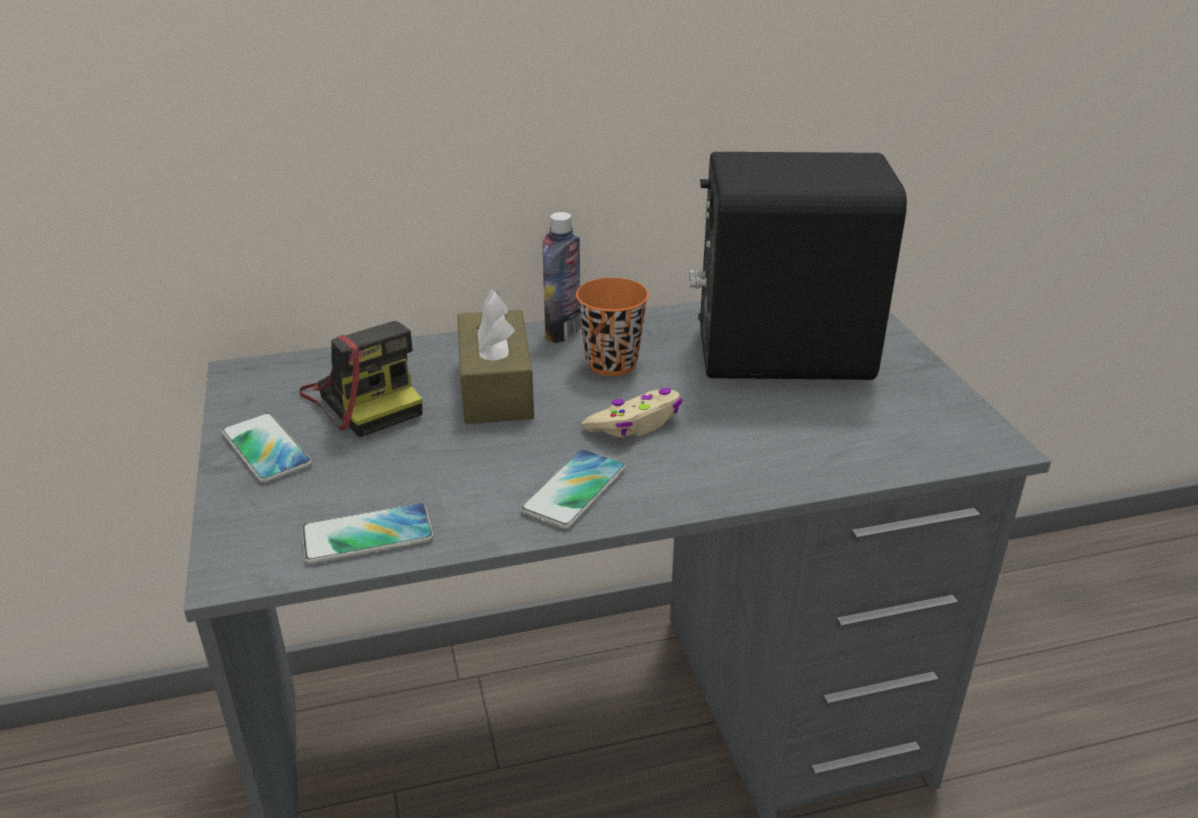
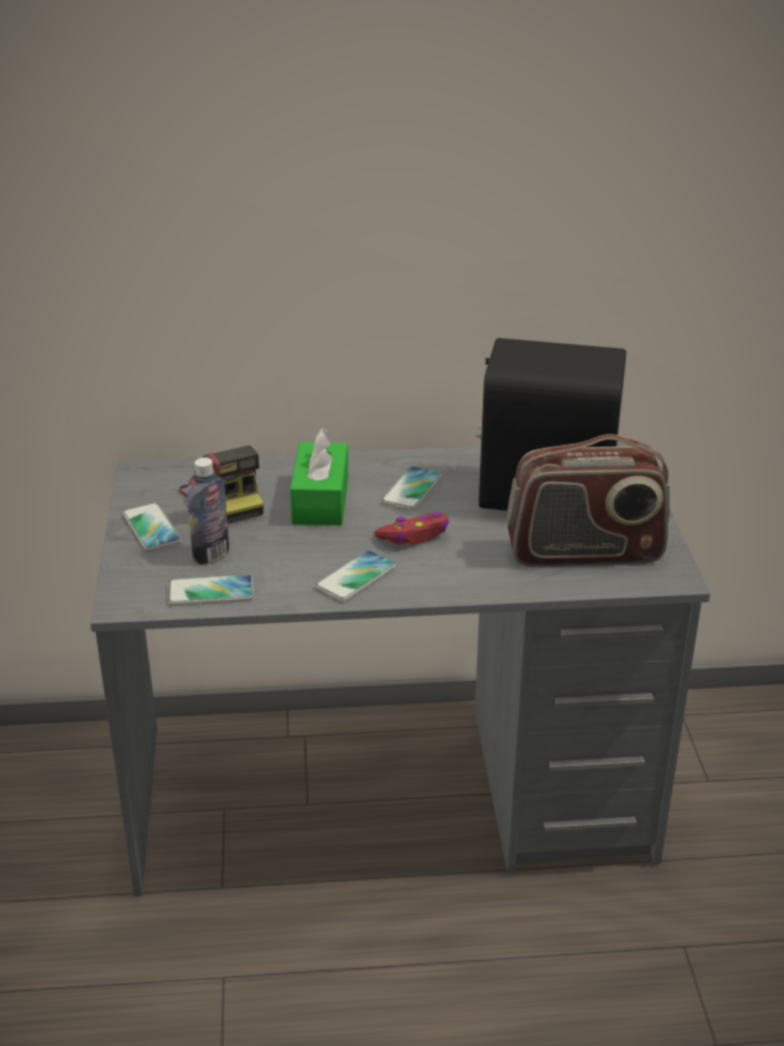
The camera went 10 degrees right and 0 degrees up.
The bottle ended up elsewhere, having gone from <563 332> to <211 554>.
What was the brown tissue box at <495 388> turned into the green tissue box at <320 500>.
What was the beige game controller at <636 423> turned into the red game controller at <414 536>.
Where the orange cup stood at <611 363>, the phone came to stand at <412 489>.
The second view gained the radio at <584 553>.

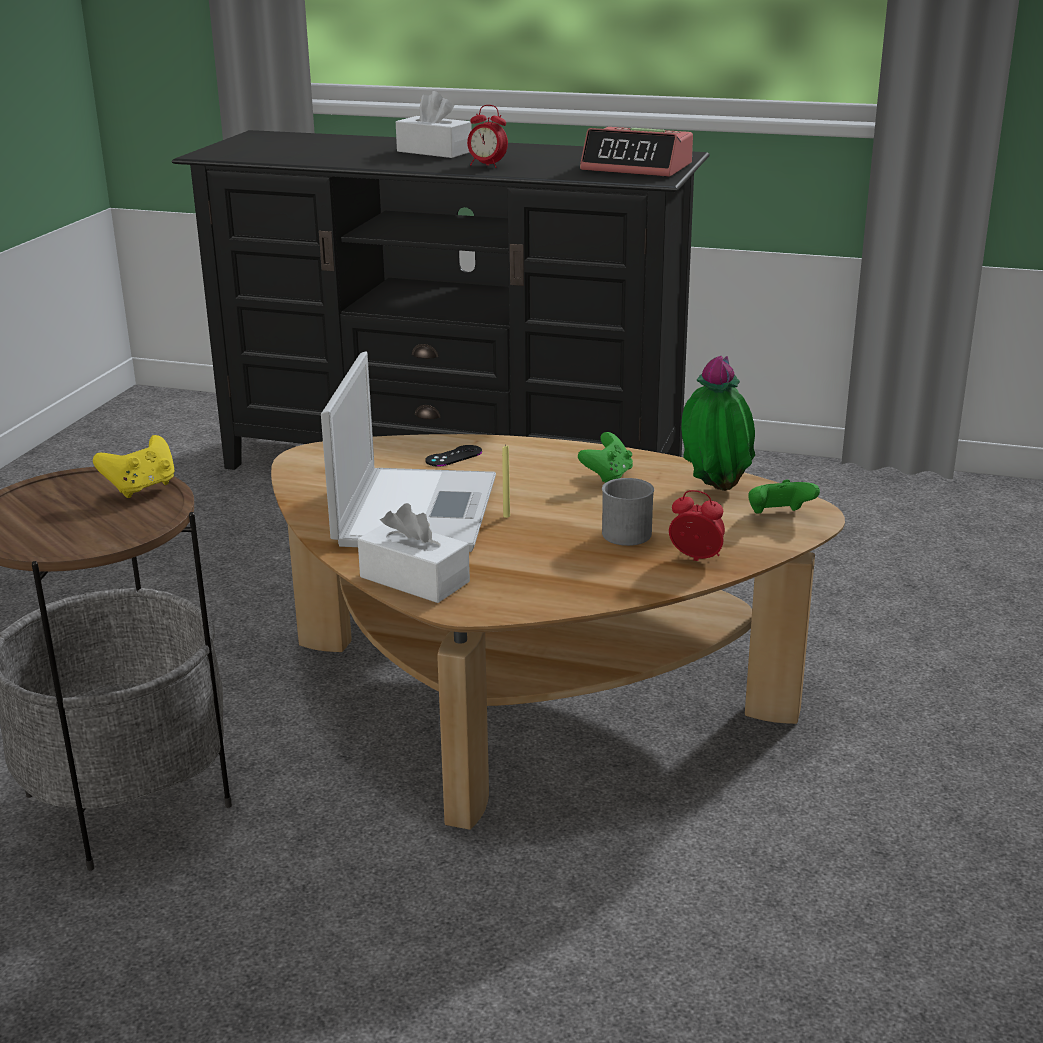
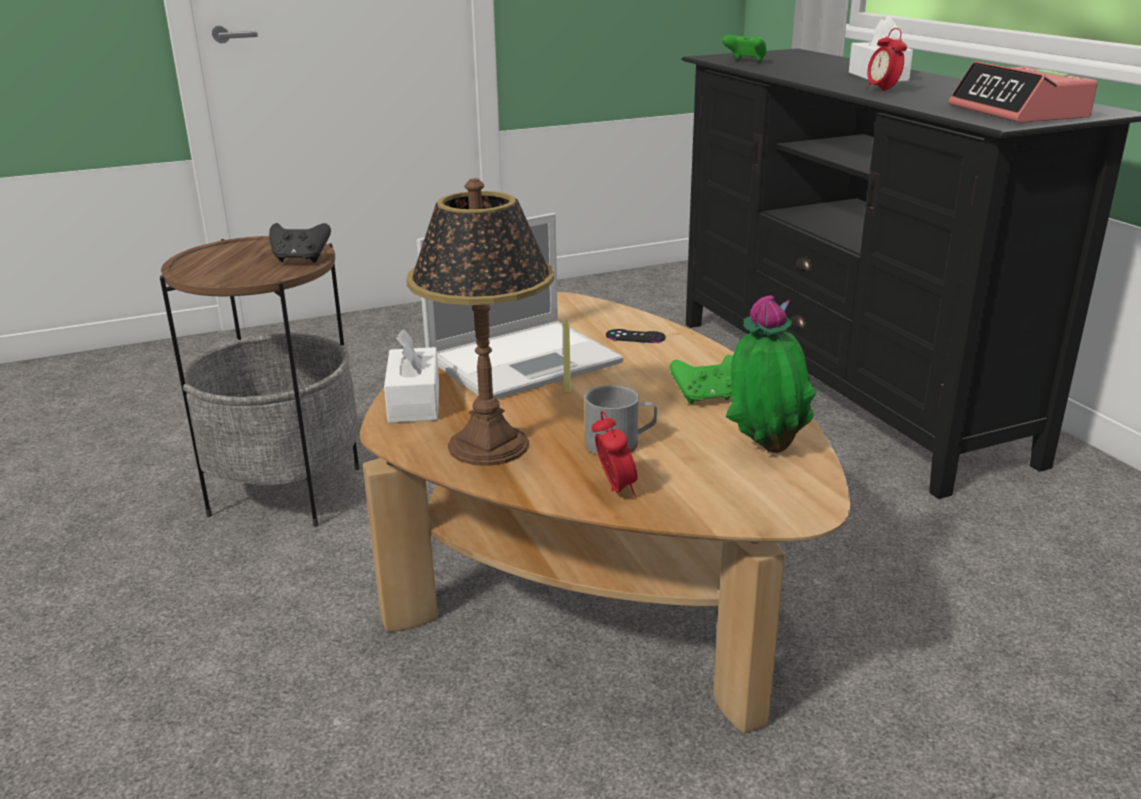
The camera went 50 degrees right and 0 degrees up.
What was the yellow game controller at <141 488> turned into the black game controller at <300 259>.
The second view gained the table lamp at <489 445>.
The green game controller ended up elsewhere, having gone from <778 516> to <745 62>.

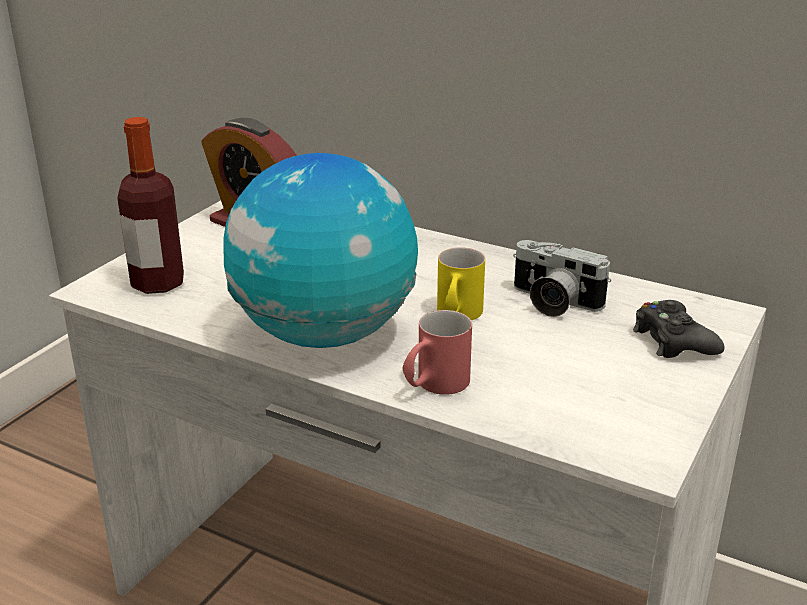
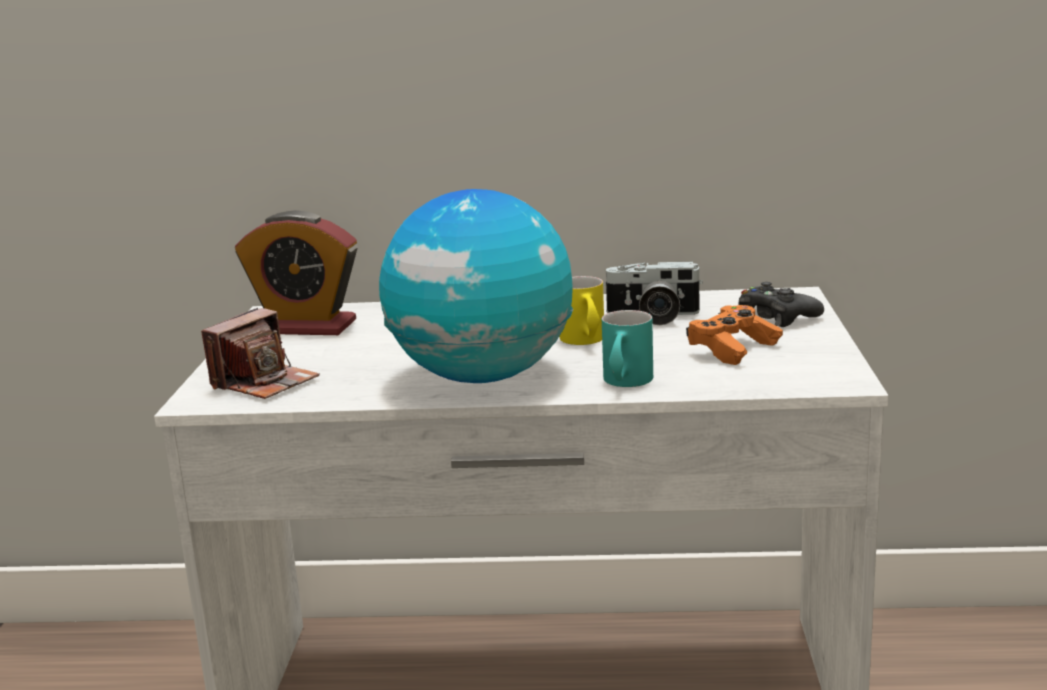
The camera went 25 degrees left and 10 degrees down.
Where the bottle stood at <158 283>, the photo camera came to stand at <264 382>.
What was the red mug at <434 386> turned into the turquoise mug at <625 383>.
The second view gained the orange game controller at <733 349>.

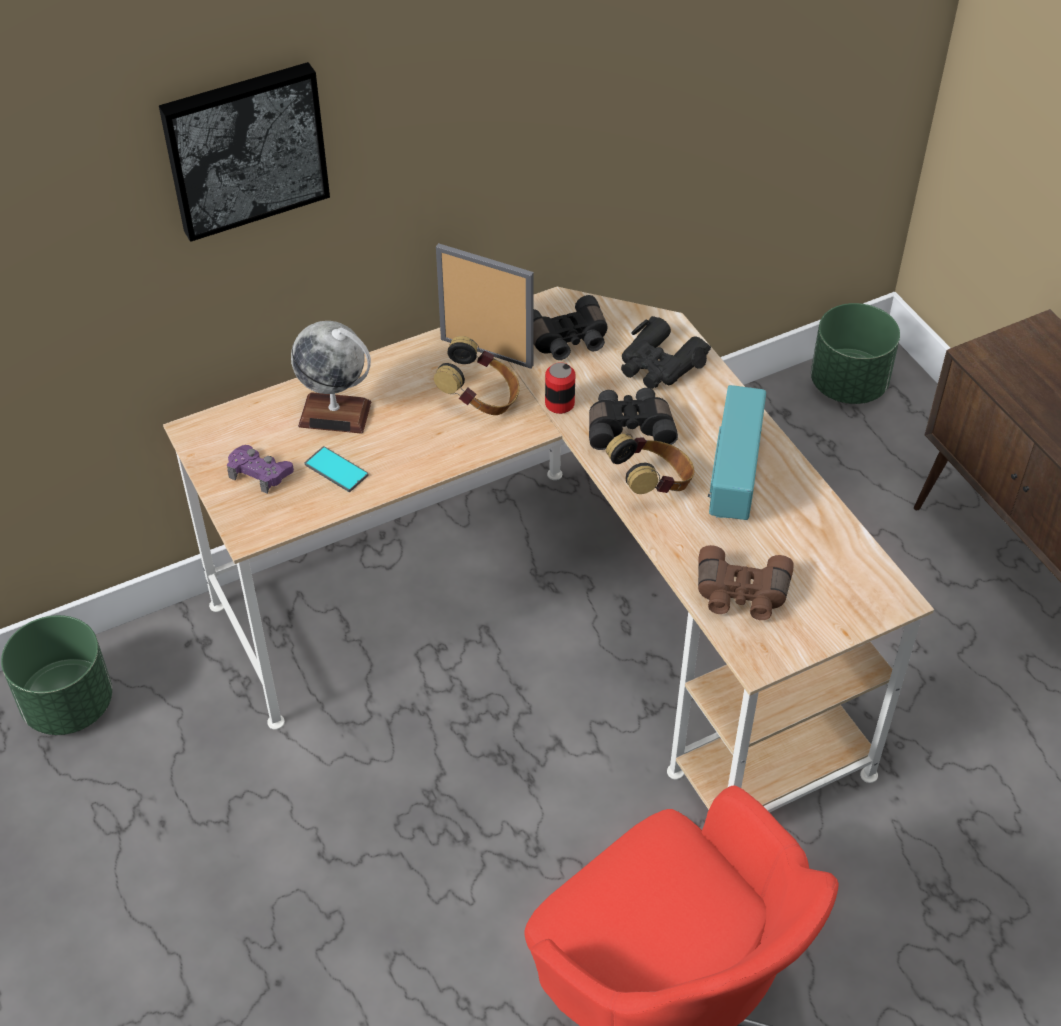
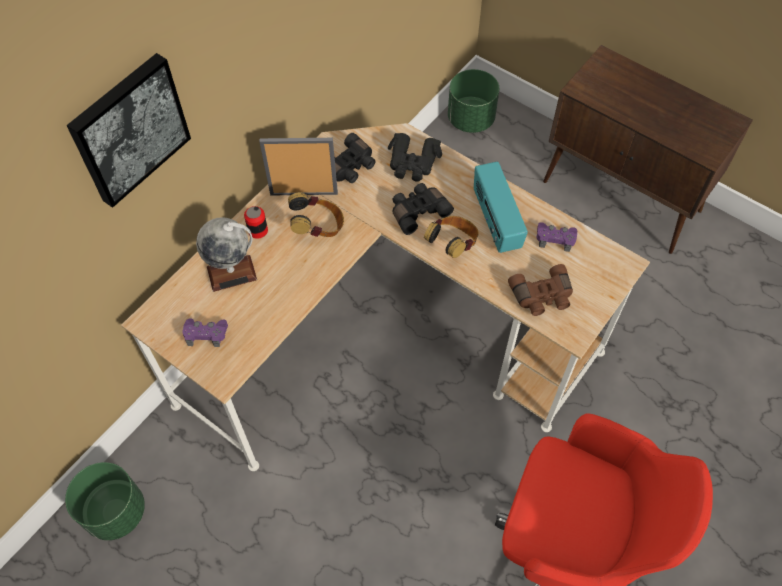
The camera went 25 degrees left and 10 degrees up.
The can ended up elsewhere, having gone from <559 403> to <258 231>.
The second view gained the purple game controller at <555 239>.
The second view lost the phone at <336 470>.

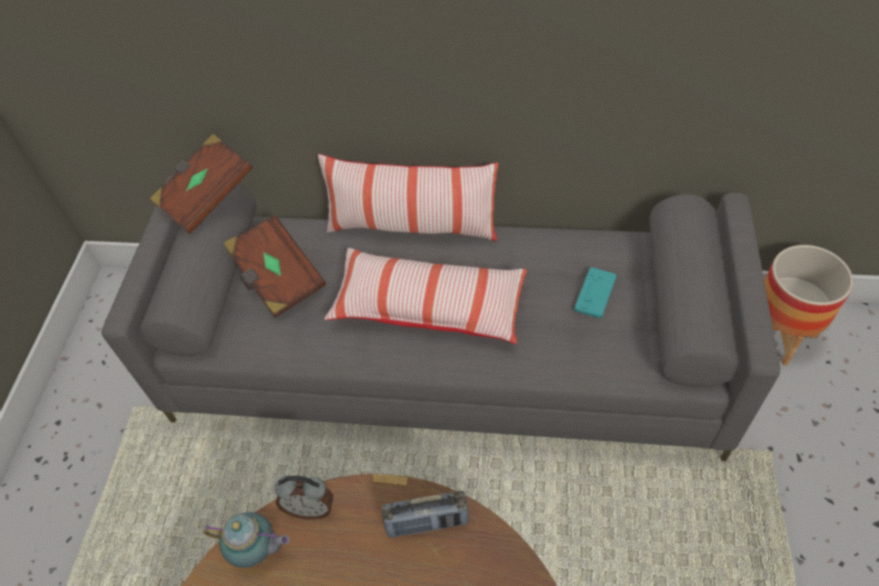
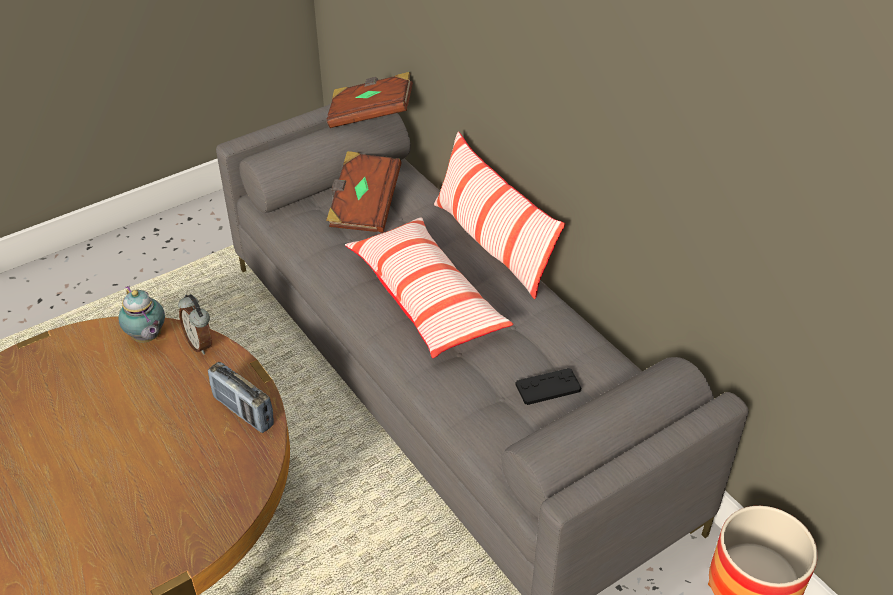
The camera went 45 degrees right and 10 degrees down.
What was the turquoise game controller at <595 293> turned into the black game controller at <548 387>.

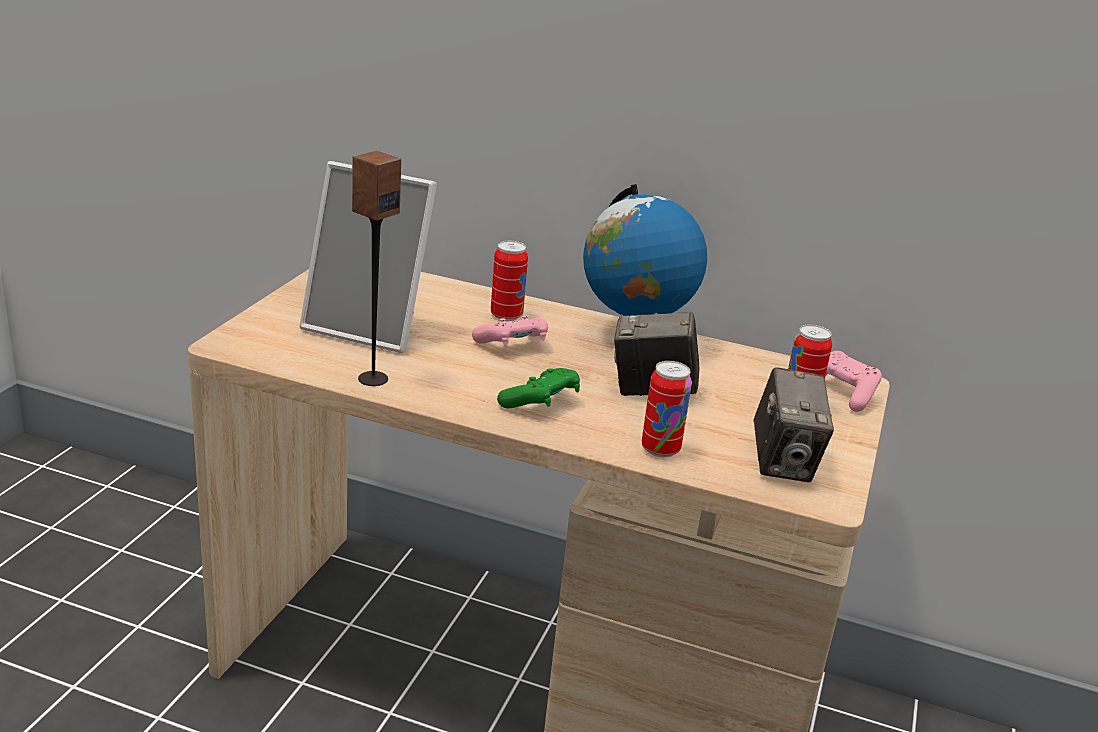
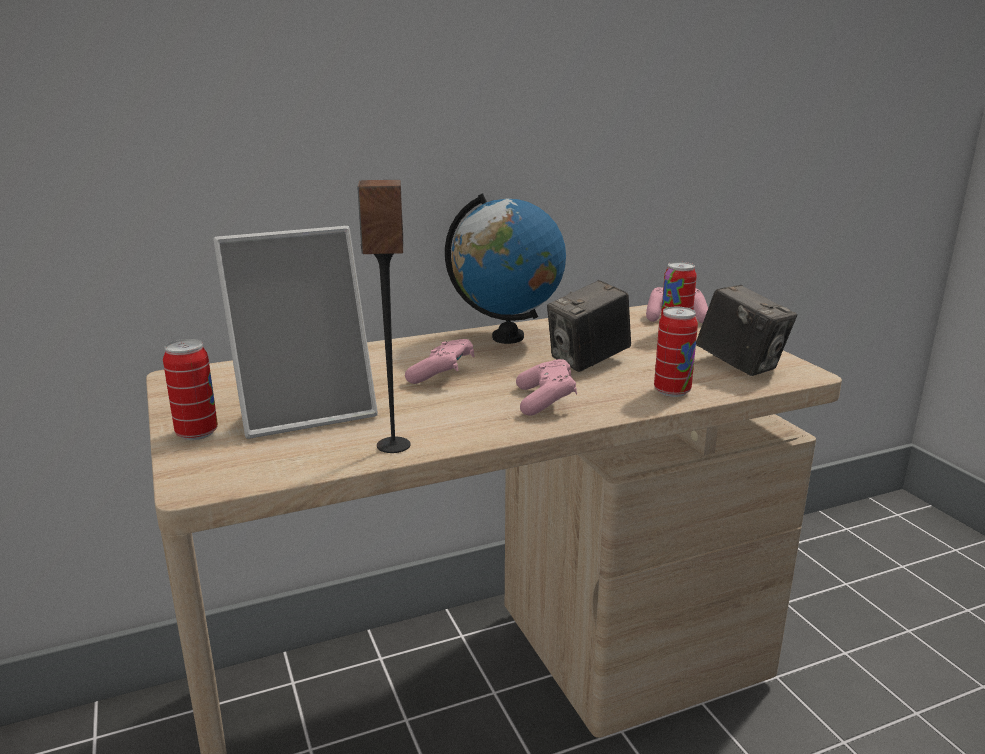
The camera went 40 degrees left and 5 degrees down.
The can ended up elsewhere, having gone from <506 315> to <197 433>.
What was the green game controller at <541 403> turned into the pink game controller at <545 401>.

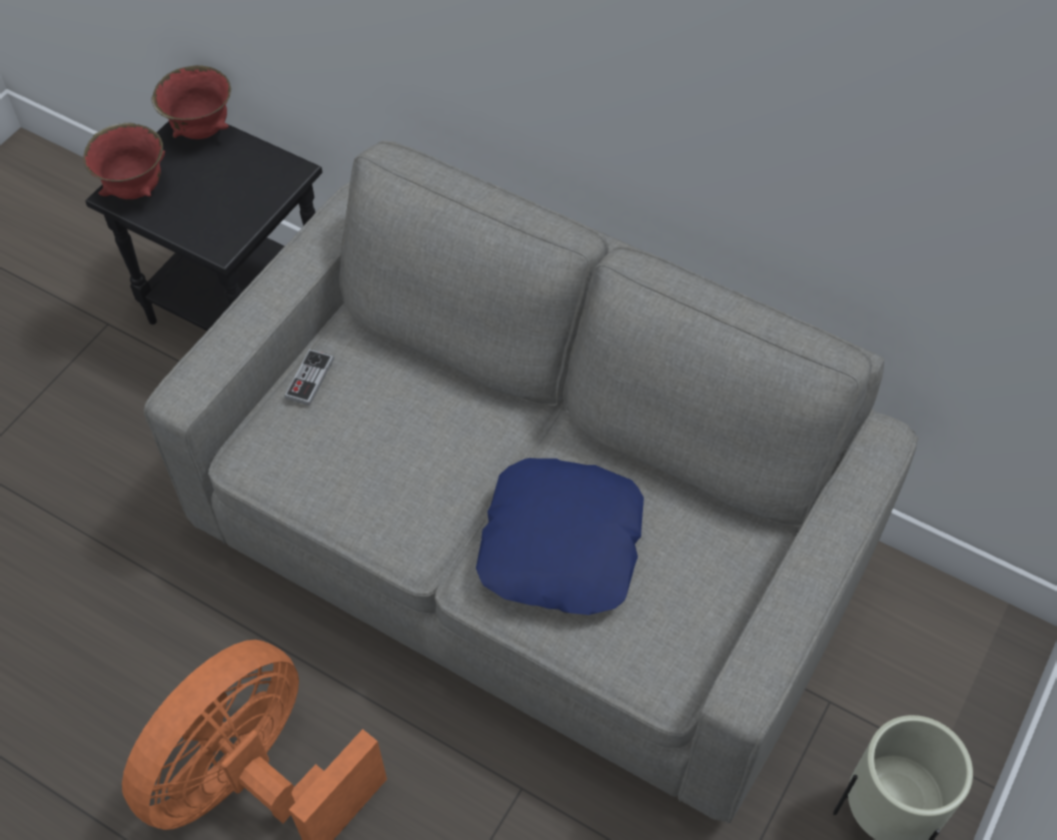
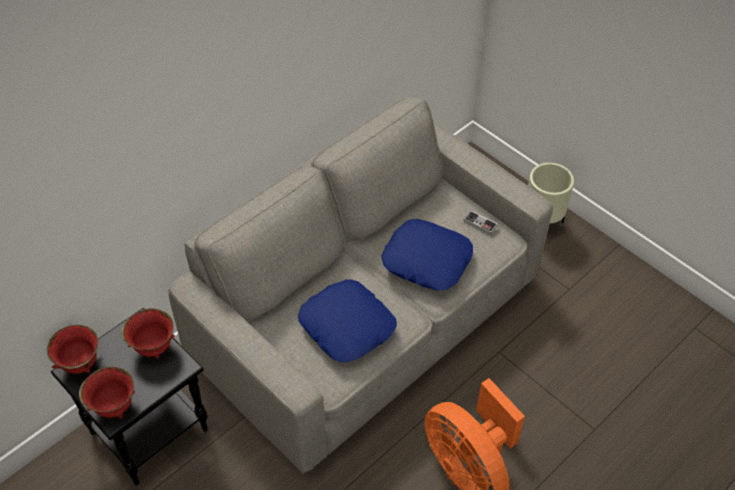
The camera went 75 degrees left and 5 degrees down.
The second view gained the red bowl at <153 347>.
The second view gained the blue pillow at <347 326>.
The game controller ended up elsewhere, having gone from <309 378> to <480 223>.

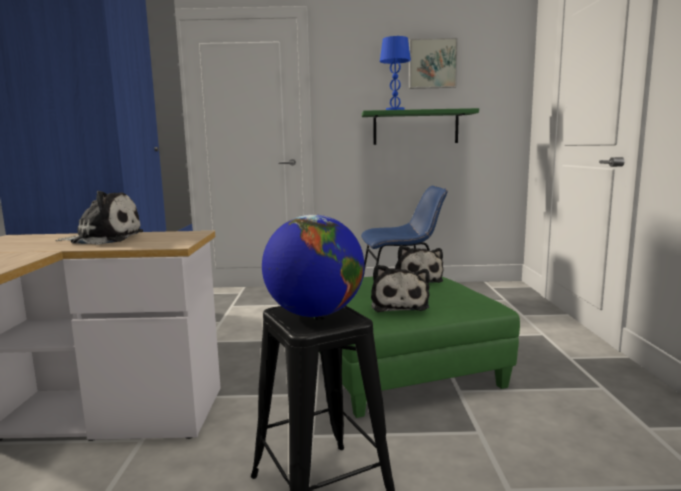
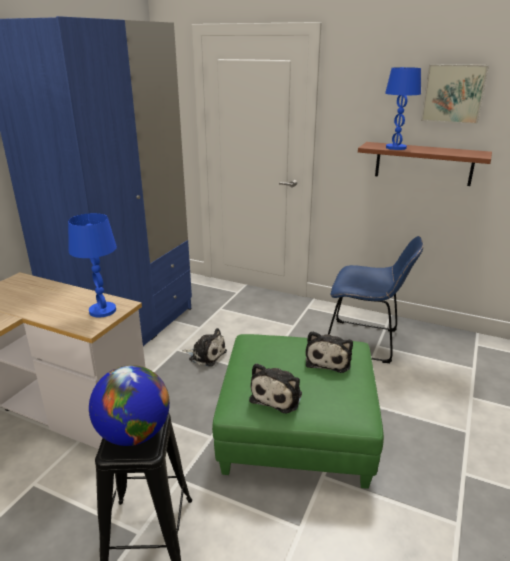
The camera went 25 degrees right and 15 degrees up.
The second view gained the blue table lamp at <102 310>.
The plush toy ended up elsewhere, having gone from <104 239> to <206 355>.
What was the green shelf at <415 127> turned into the brown shelf at <423 163>.

